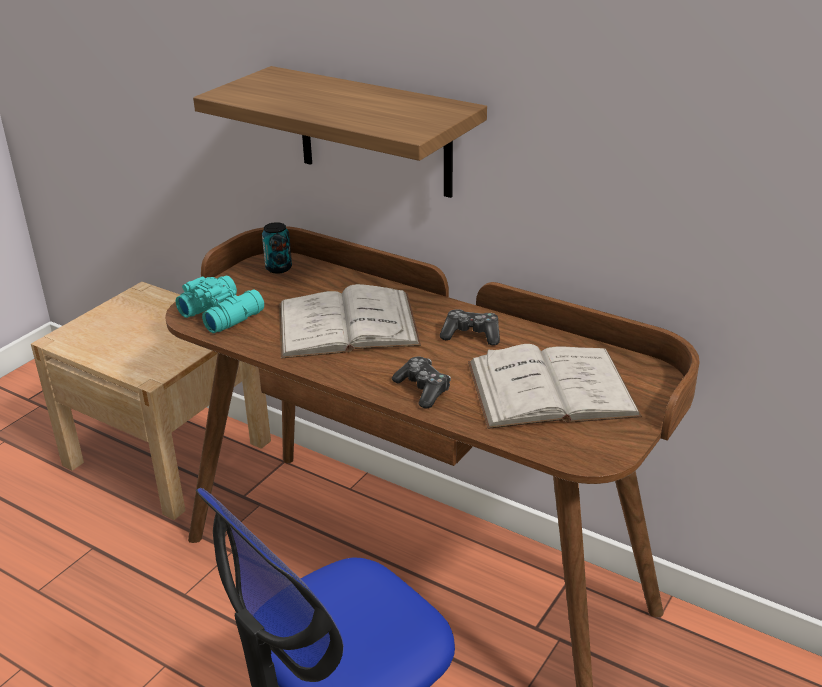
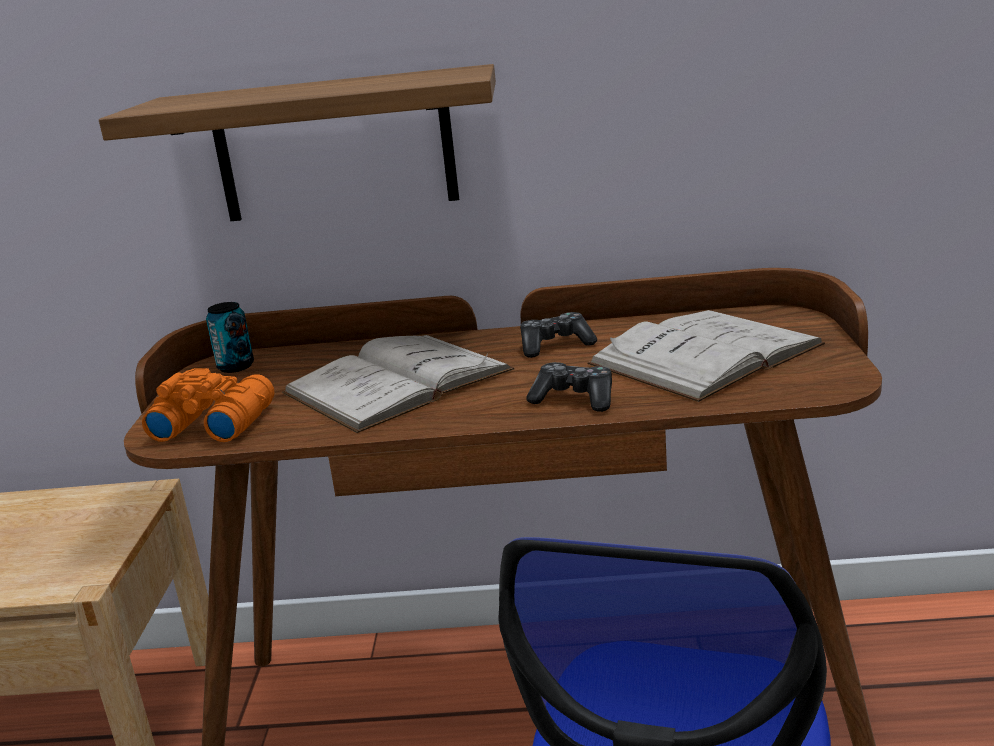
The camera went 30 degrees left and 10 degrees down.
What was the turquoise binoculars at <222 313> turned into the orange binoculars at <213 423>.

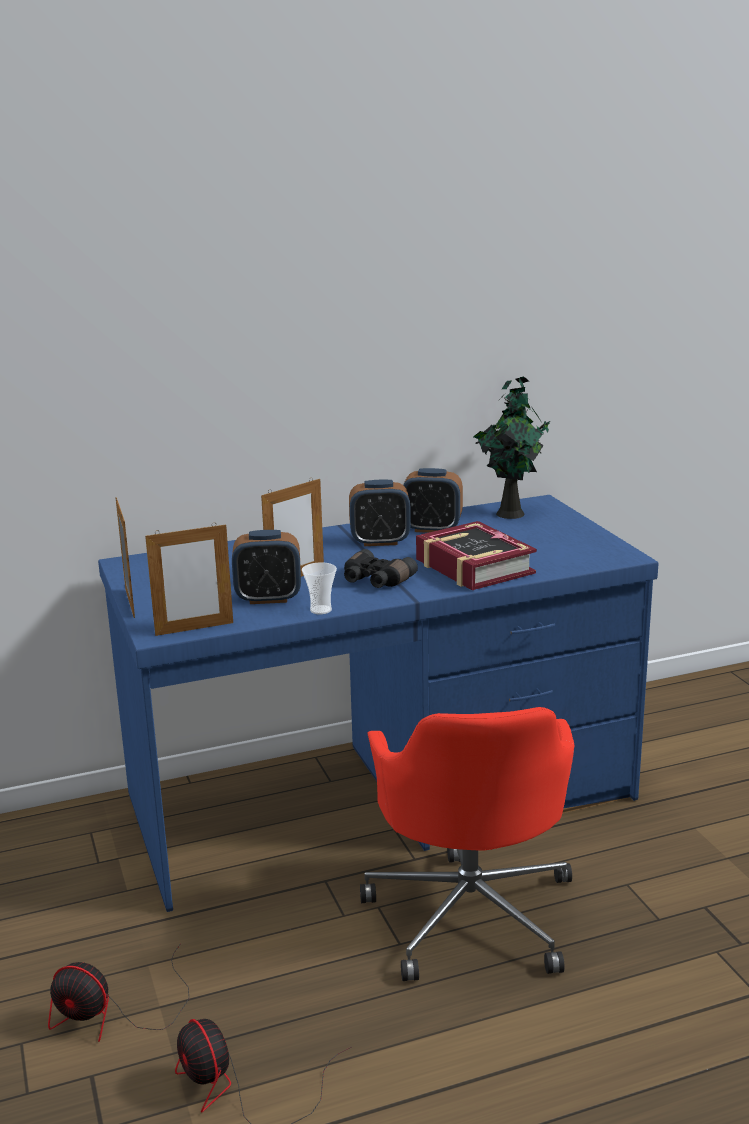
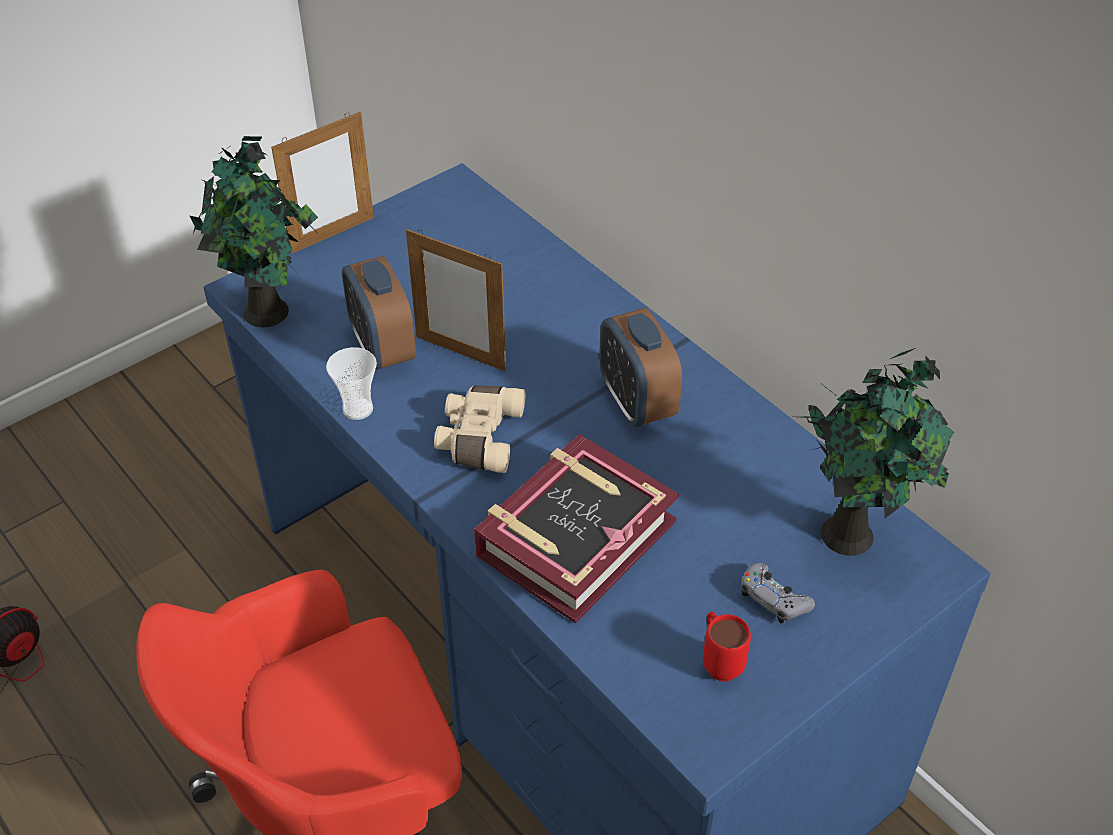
The camera went 70 degrees right and 25 degrees up.
Where the picture frame stood at <194 629>, the potted plant came to stand at <270 313>.
What was the black binoculars at <375 581> turned into the beige binoculars at <478 437>.
The second view gained the red mug at <719 661>.
The second view gained the grey game controller at <774 598>.
The second view lost the fan at <115 1013>.
The second view lost the alarm clock at <432 529>.

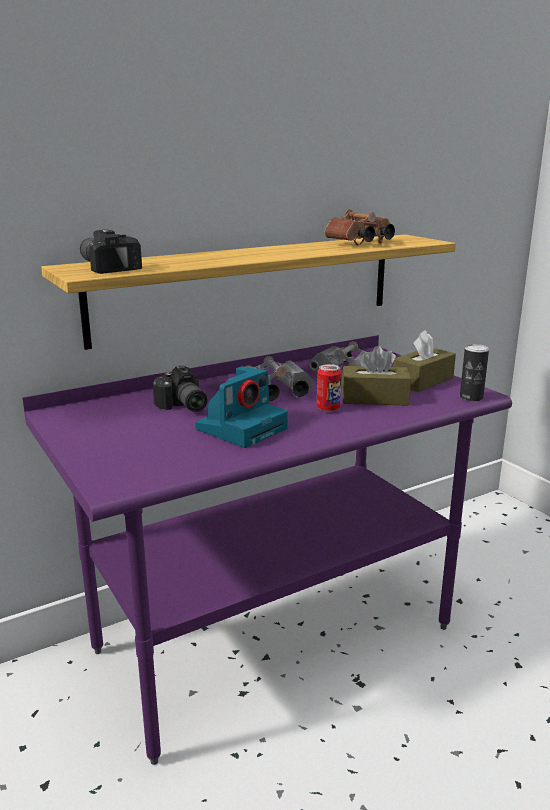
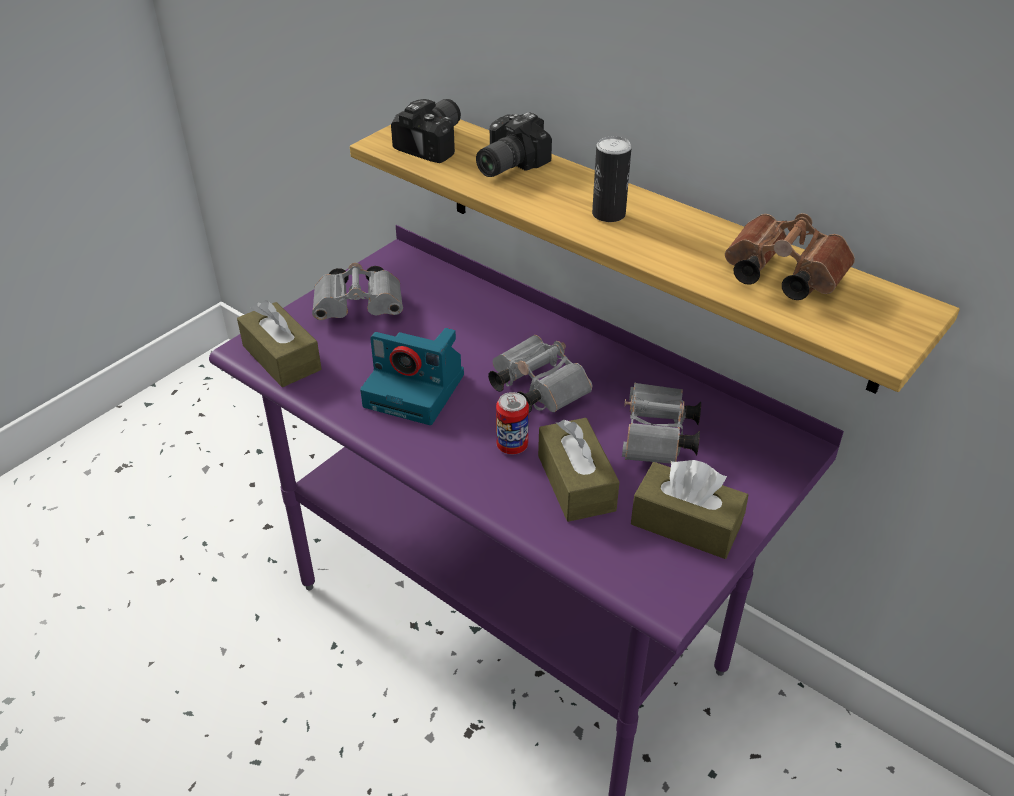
The camera went 70 degrees right and 20 degrees up.
The second view gained the brown tissue box at <281 358>.
The second view gained the grey binoculars at <361 308>.
The photo camera ended up elsewhere, having gone from <182 407> to <505 164>.
The can ended up elsewhere, having gone from <471 397> to <608 214>.

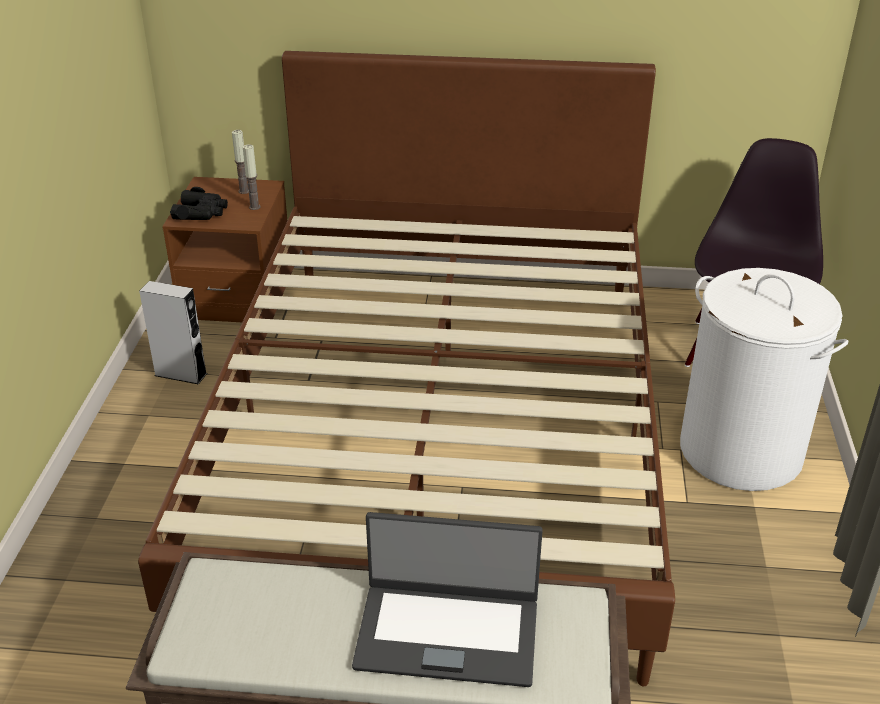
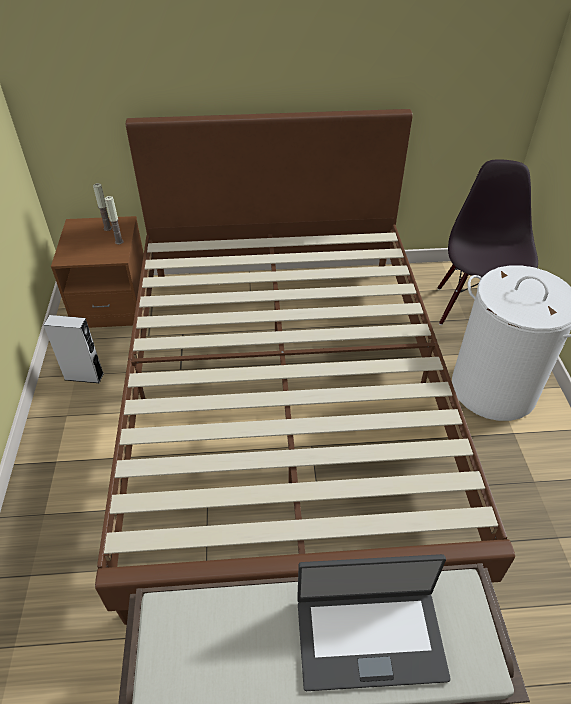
The camera went 10 degrees left and 10 degrees up.
The second view lost the black binoculars at <201 212>.

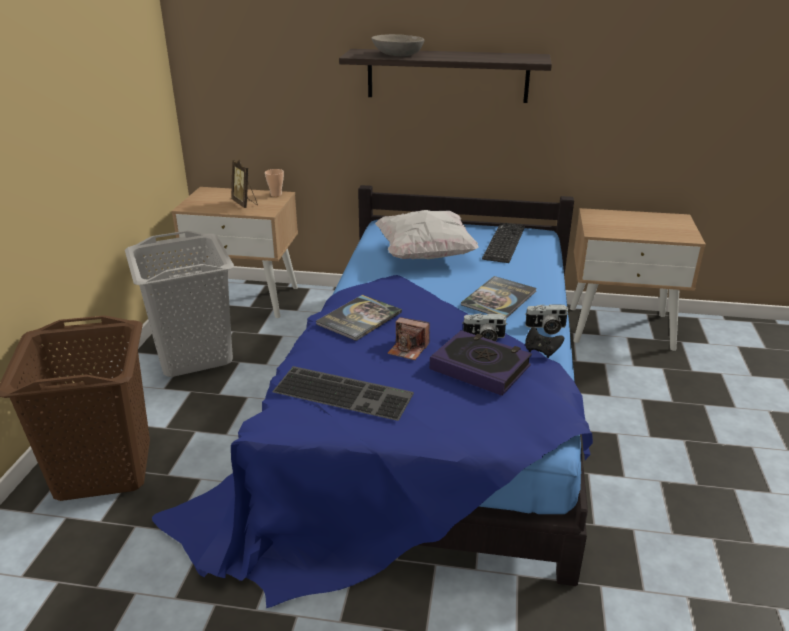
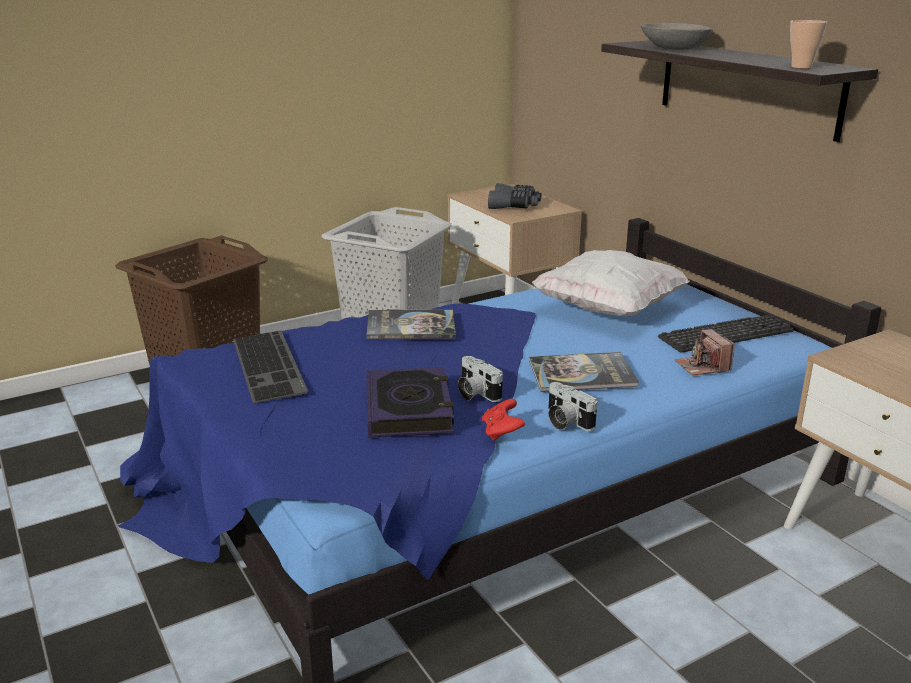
The camera went 50 degrees right and 5 degrees down.
What was the black game controller at <541 351> turned into the red game controller at <502 432>.
Where the picture frame stood at <245 203>, the grey binoculars came to stand at <515 206>.
The photo camera ended up elsewhere, having gone from <408 349> to <702 367>.
The cup ended up elsewhere, having gone from <276 195> to <801 67>.

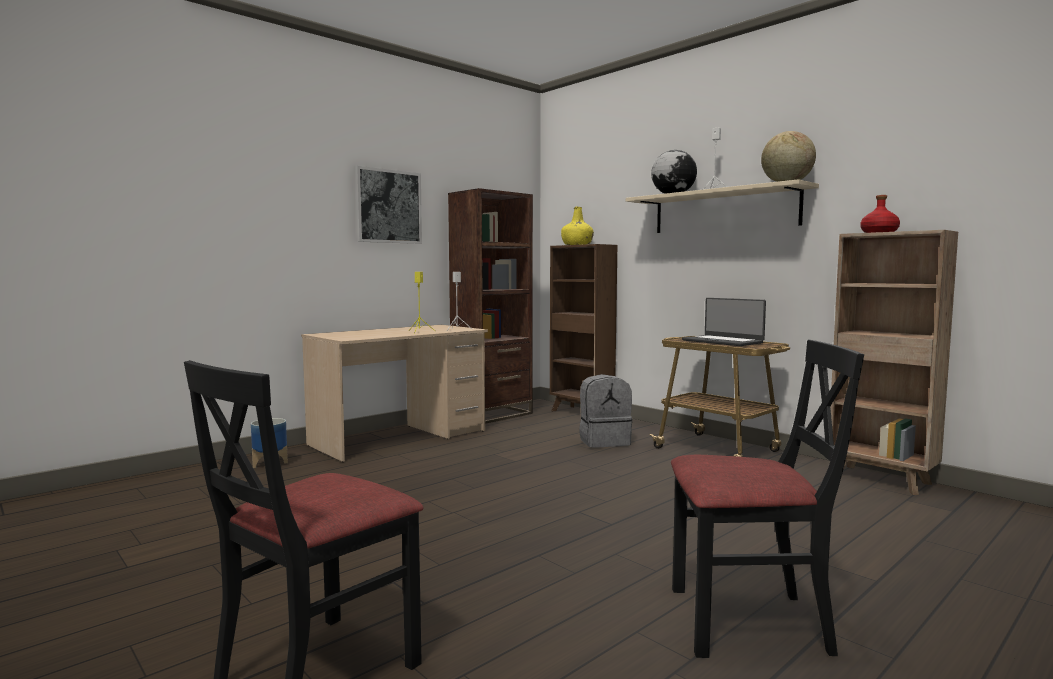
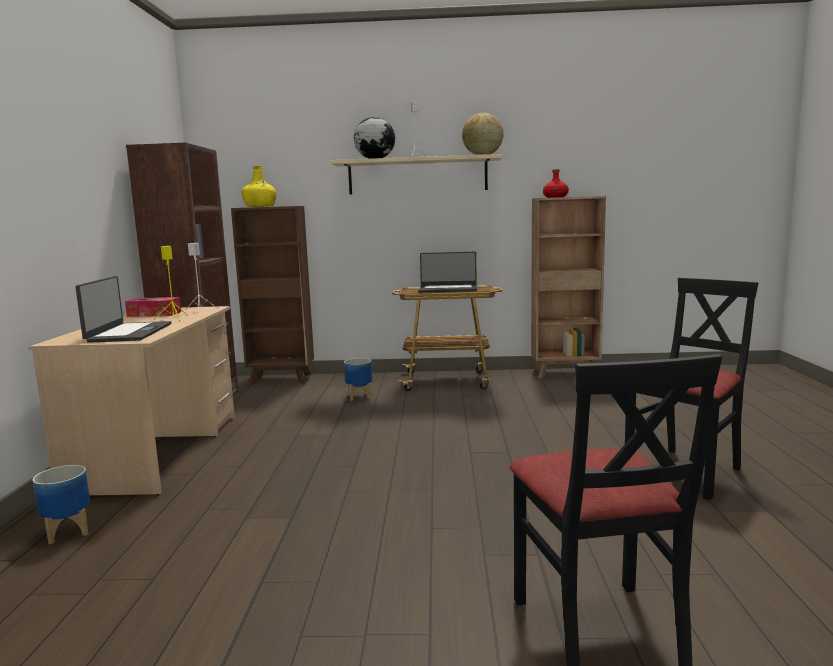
The camera went 45 degrees left and 5 degrees up.
The second view gained the laptop at <128 333>.
The second view gained the tissue box at <154 314>.
Where the grey backpack stood at <604 441>, the planter came to stand at <359 397>.
The second view lost the picture at <388 206>.

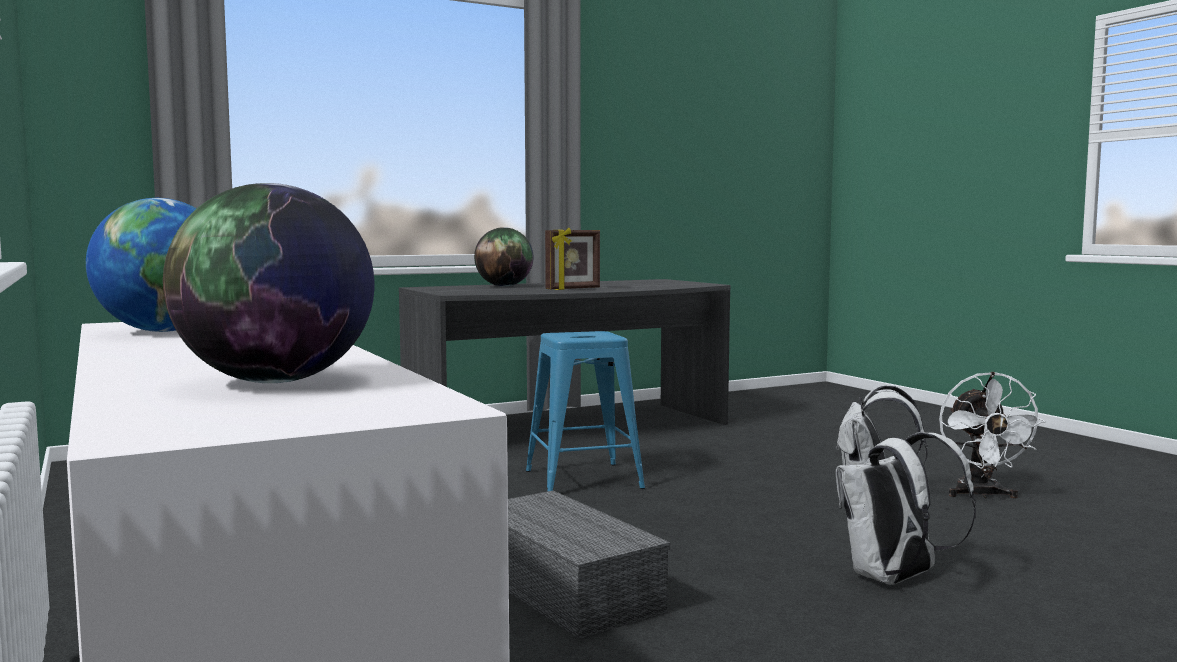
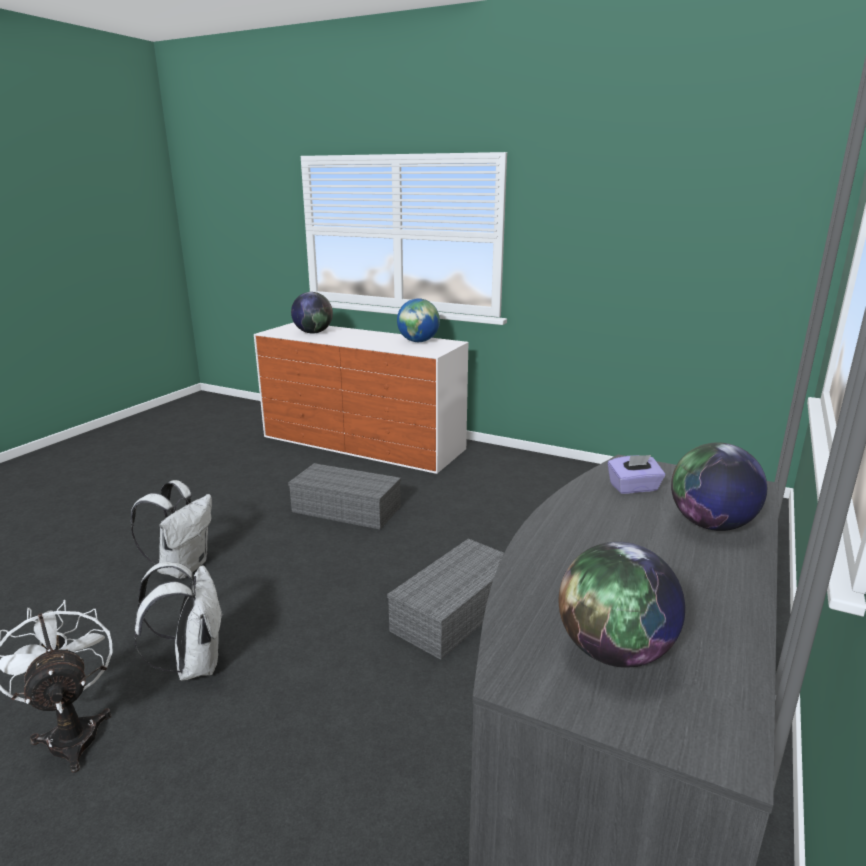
The camera went 145 degrees right and 15 degrees up.
Where the blue stool stood at <583 479>, the grey storage box came to stand at <455 610>.
The second view gained the globe at <614 652>.
The second view gained the purple tissue box at <634 488>.
The second view lost the picture frame at <573 289>.

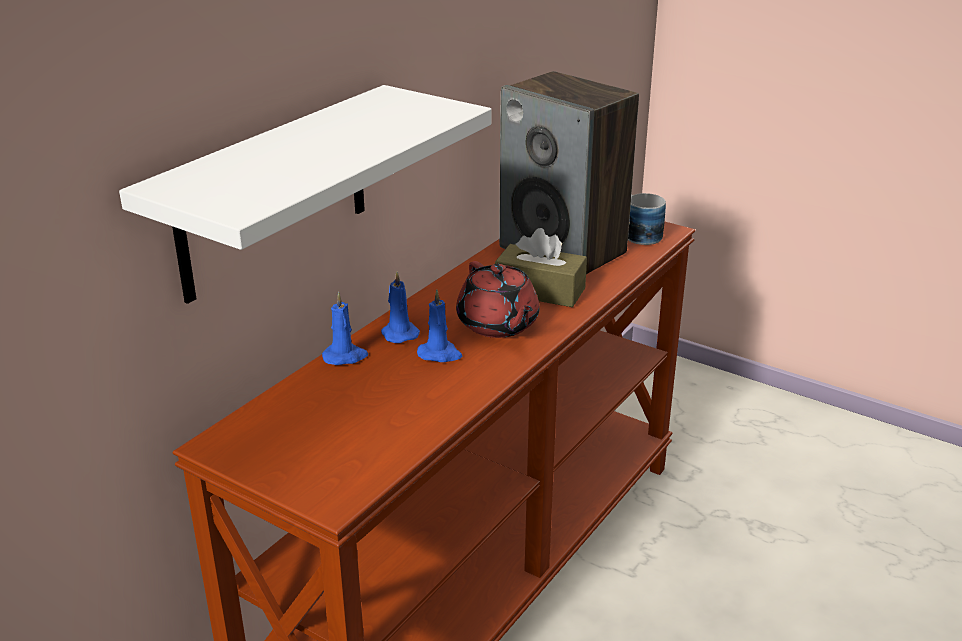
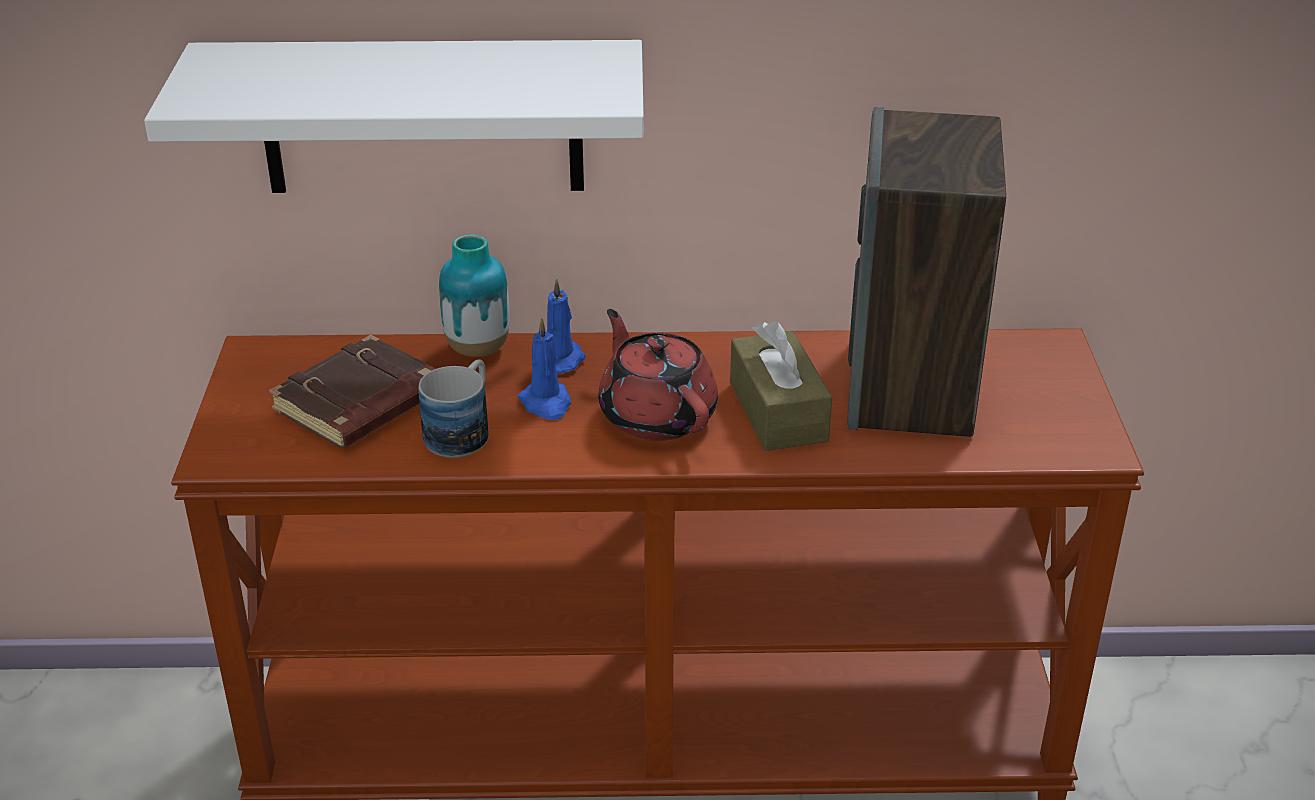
The camera went 55 degrees right and 5 degrees up.
The second view gained the brown book at <360 404>.
The mug ended up elsewhere, having gone from <637 234> to <463 431>.
Where the blue candle stood at <345 356>, the vase came to stand at <478 349>.
The red teapot at <498 325> ended up facing another way, 120 degrees clockwise from before.

